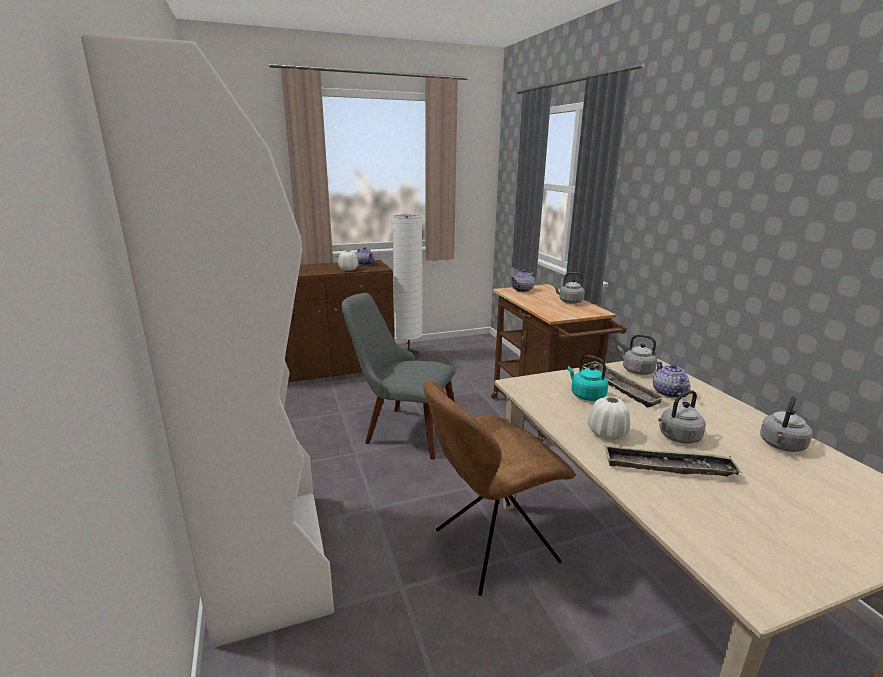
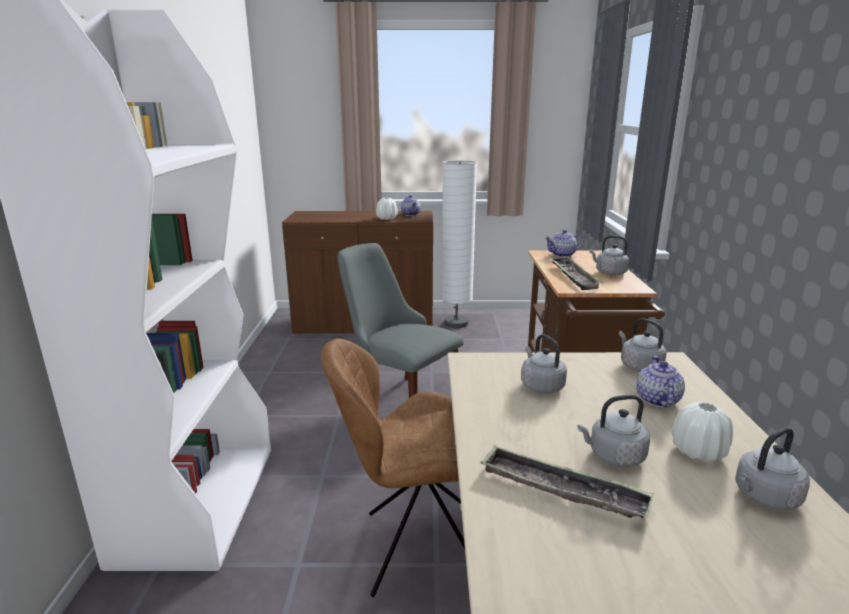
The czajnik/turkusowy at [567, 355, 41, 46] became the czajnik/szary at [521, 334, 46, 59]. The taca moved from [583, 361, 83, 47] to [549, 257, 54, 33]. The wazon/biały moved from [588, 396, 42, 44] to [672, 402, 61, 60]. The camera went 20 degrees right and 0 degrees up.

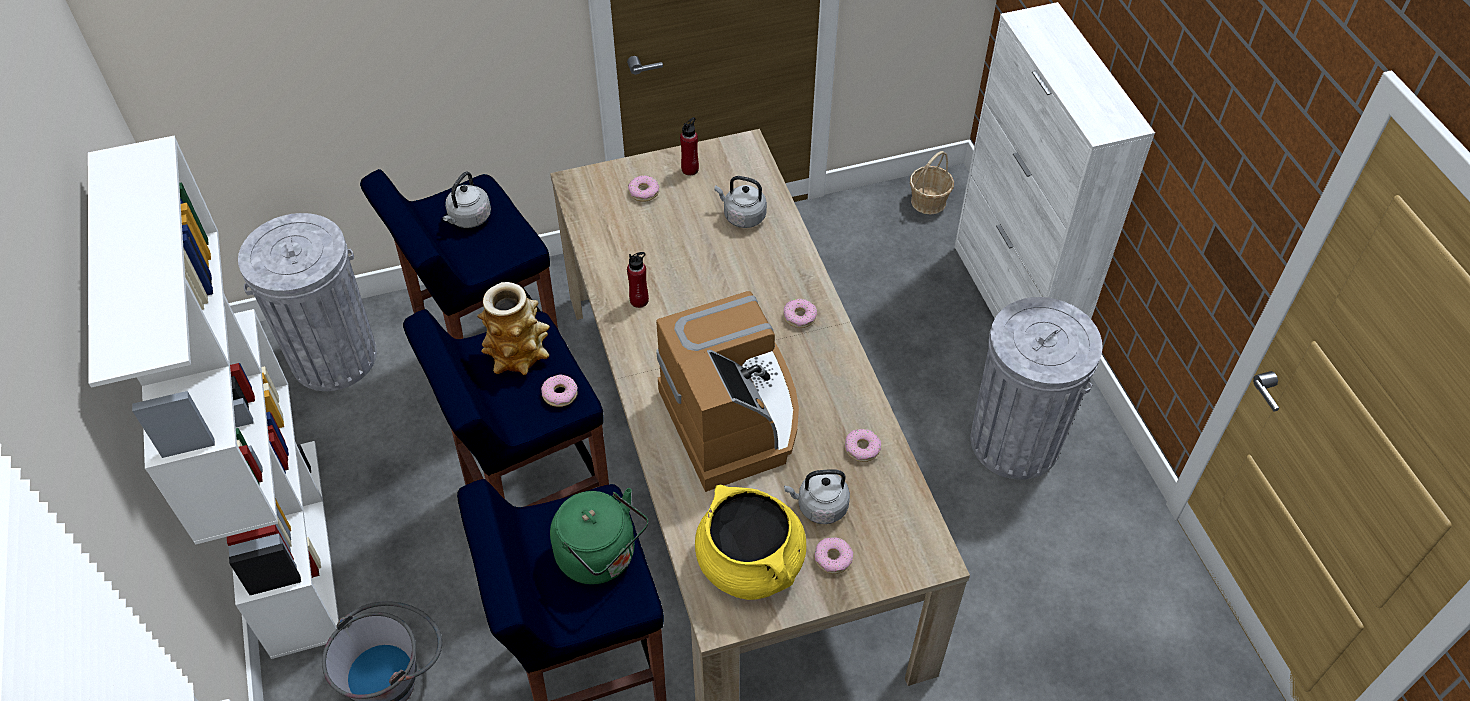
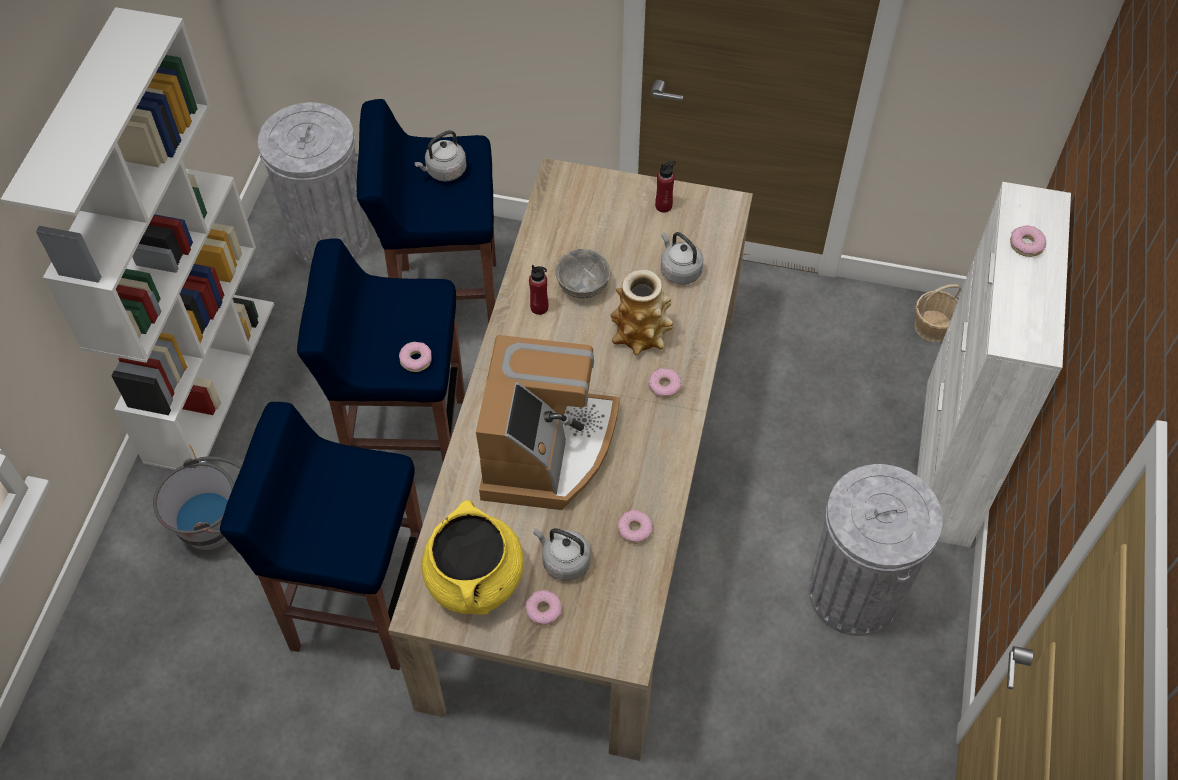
The wazon moved from [477, 282, 73, 93] to [610, 270, 63, 85]. The czajnik/zielony at [550, 488, 98, 97] disappeared. The donut moved from [628, 175, 31, 27] to [1010, 226, 36, 31]. The miska/szary at [555, 249, 55, 49] appeared. The camera went 30 degrees right and 5 degrees up.

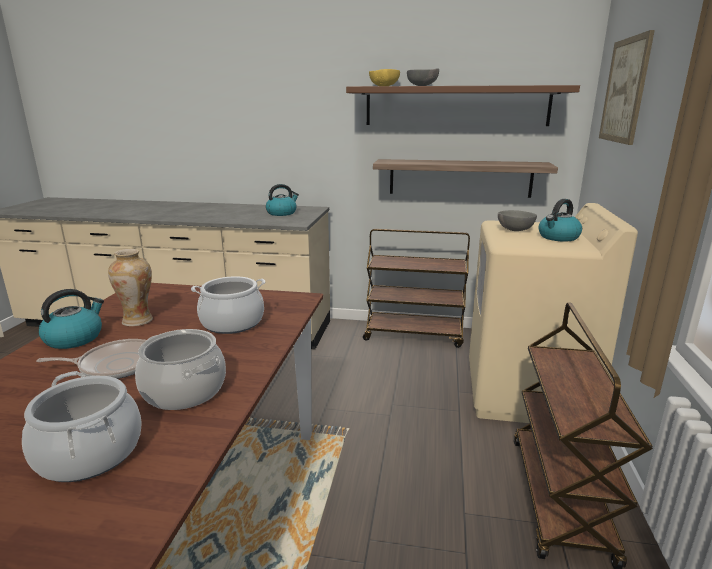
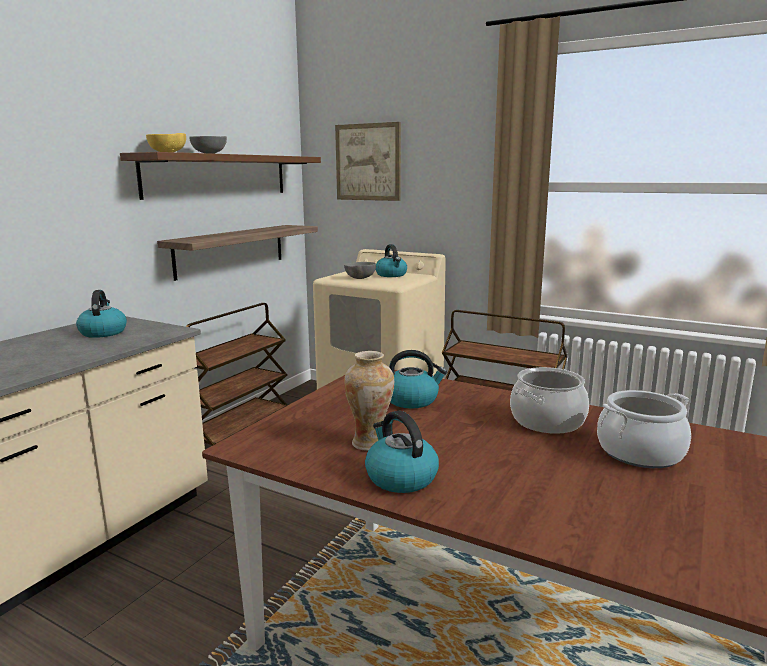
The patelnia at [36, 339, 111, 40] disappeared. The garnek at [191, 277, 74, 57] was replaced by the czajnik at [389, 350, 58, 58]. The camera went 70 degrees left and 5 degrees down.

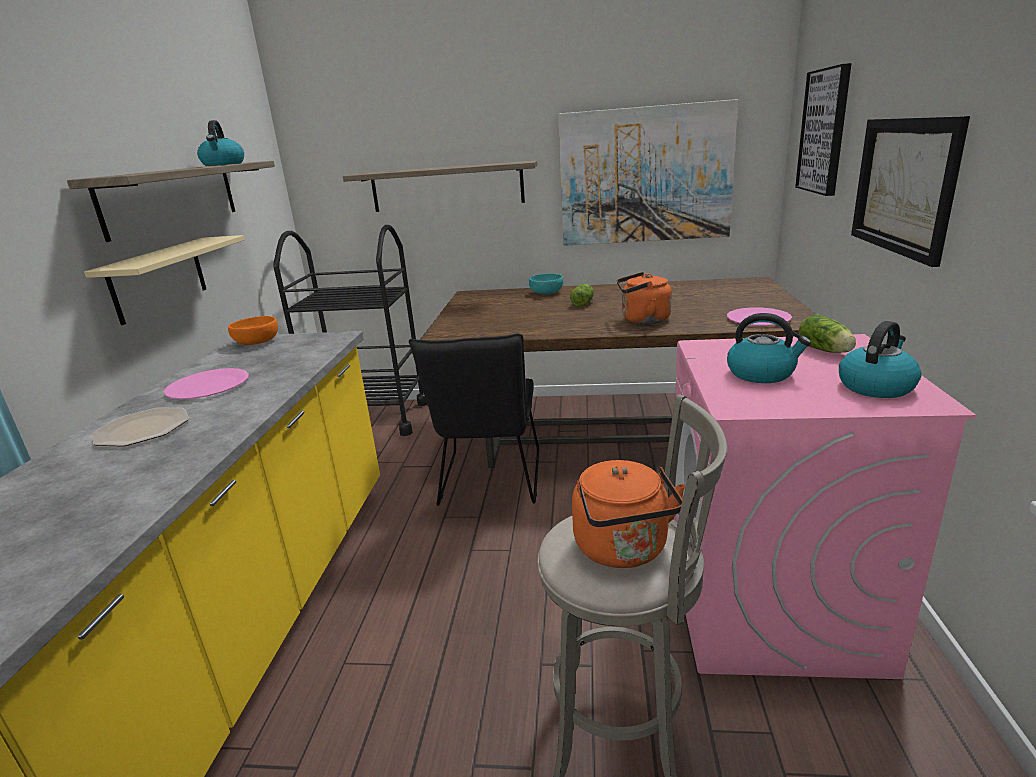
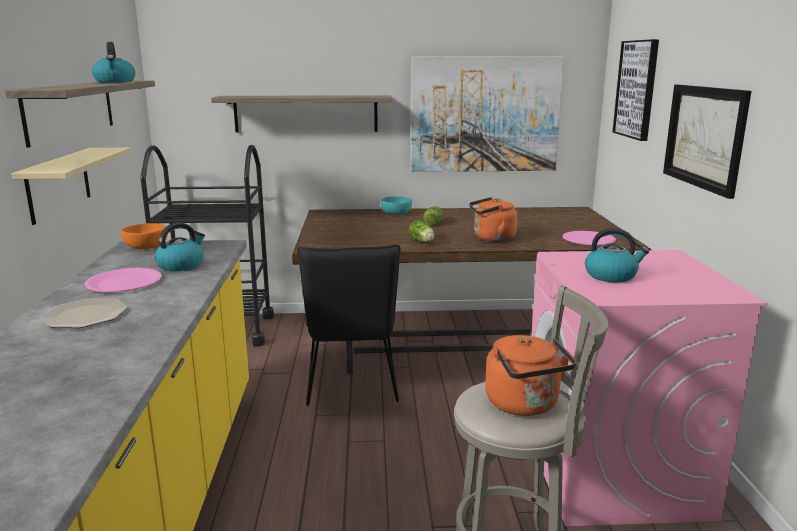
The sałata moved from [798, 314, 58, 39] to [409, 220, 25, 22]. The czajnik moved from [839, 321, 82, 77] to [155, 222, 50, 49]. The camera went 10 degrees left and 5 degrees down.

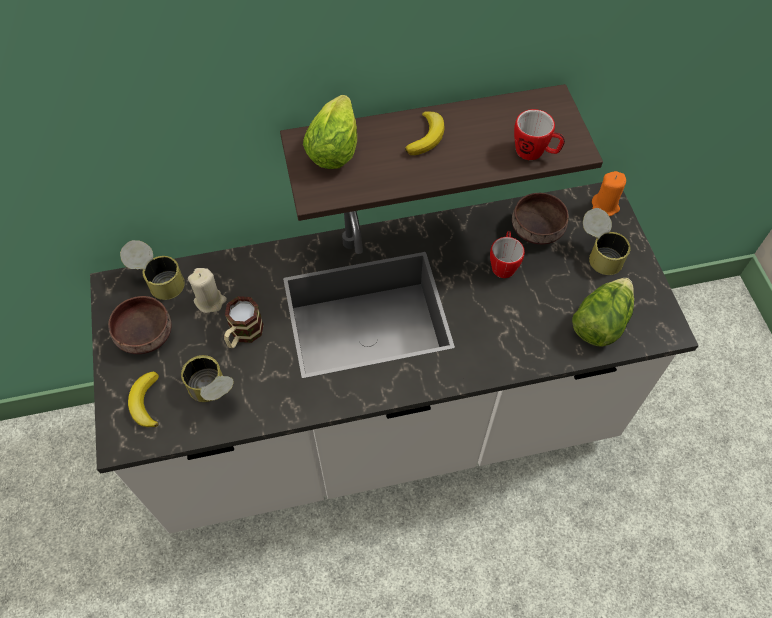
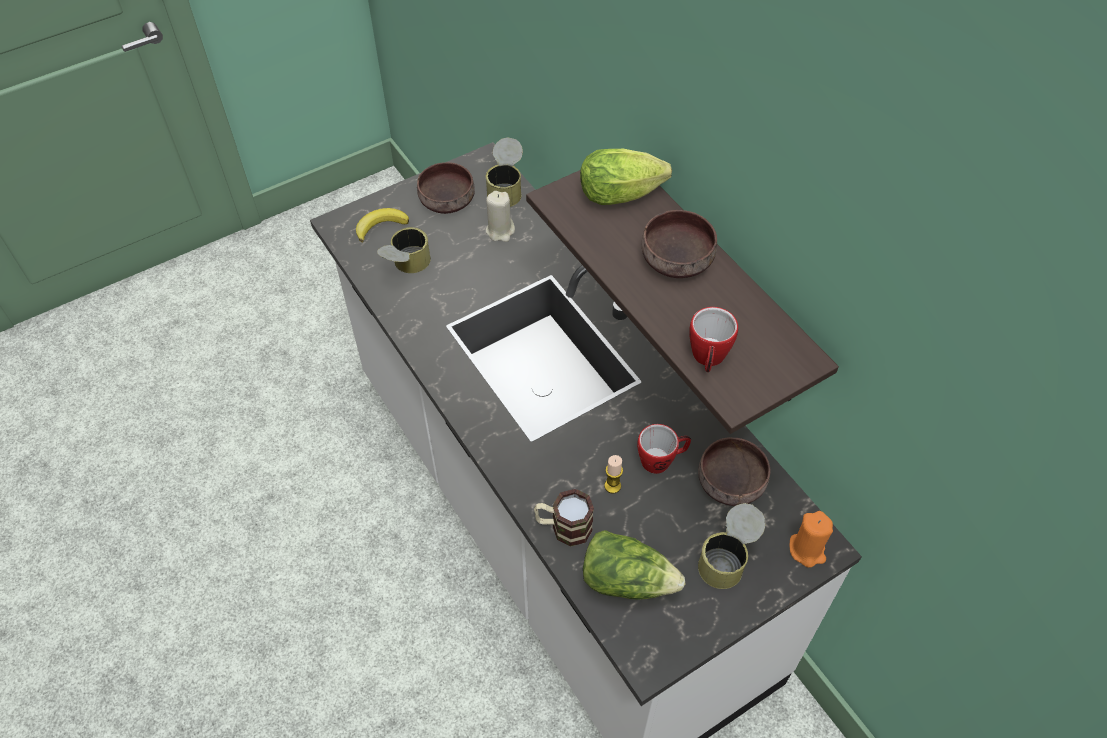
The kubek moved from [224, 296, 40, 52] to [534, 489, 60, 57]. The banan at [405, 111, 40, 44] was replaced by the miska/brązowy at [642, 210, 75, 68]. The świeca at [604, 455, 19, 39] appeared. The camera went 70 degrees right and 5 degrees down.

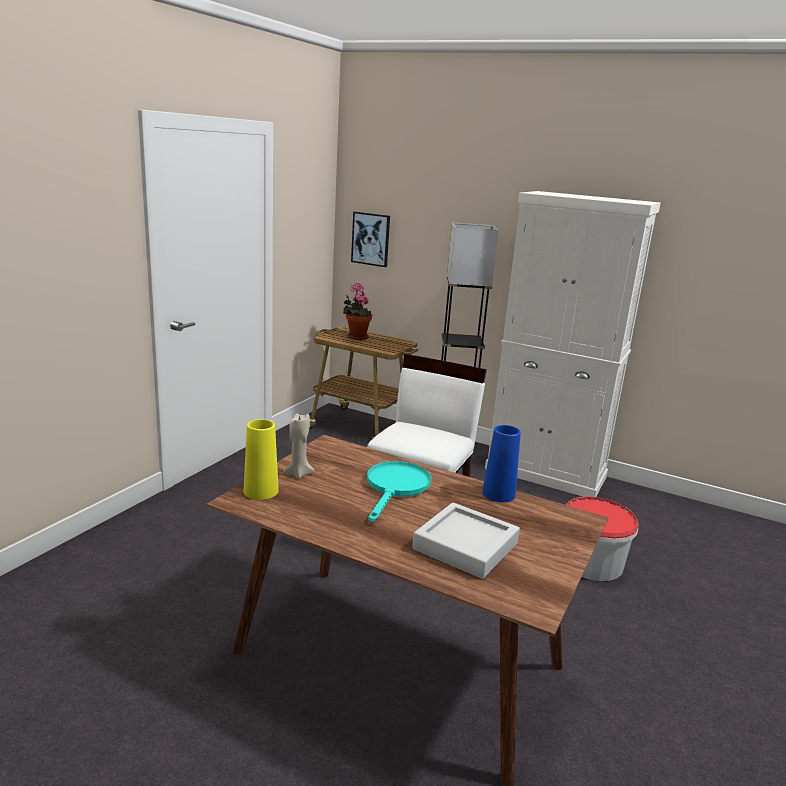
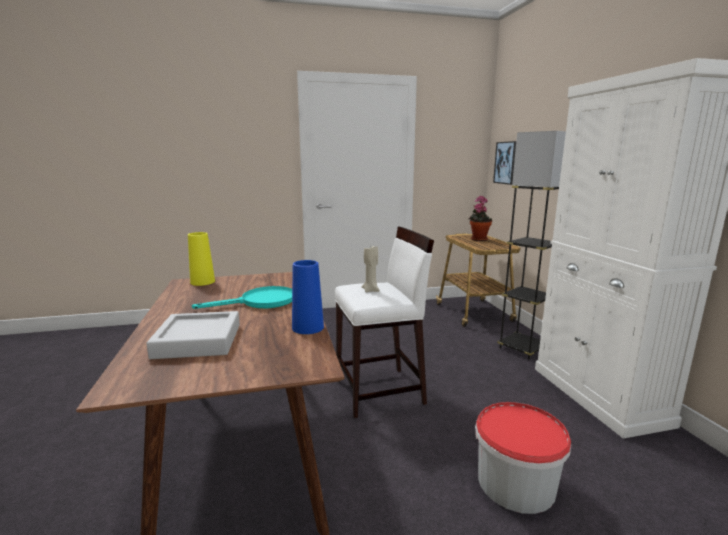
The świeca/beżowy moved from [283, 414, 32, 65] to [361, 246, 19, 46]. The camera went 50 degrees right and 5 degrees down.

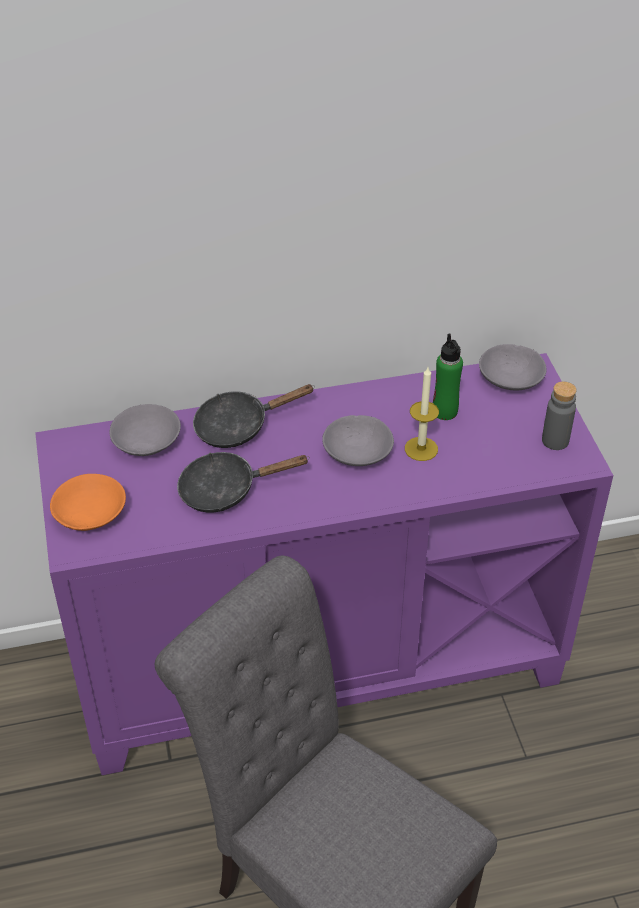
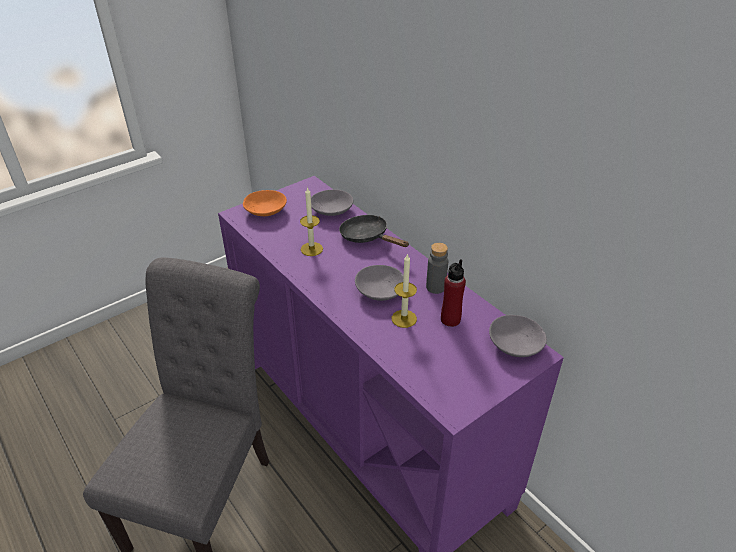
The patelnia/czarny at [177, 452, 133, 61] was replaced by the świeca at [300, 187, 23, 69]. The butelka/zielony at [433, 334, 30, 86] became the butelka/czerwony at [441, 259, 25, 68]. The butelka/szary moved from [542, 381, 35, 69] to [426, 243, 22, 51]. The camera went 65 degrees right and 5 degrees down.

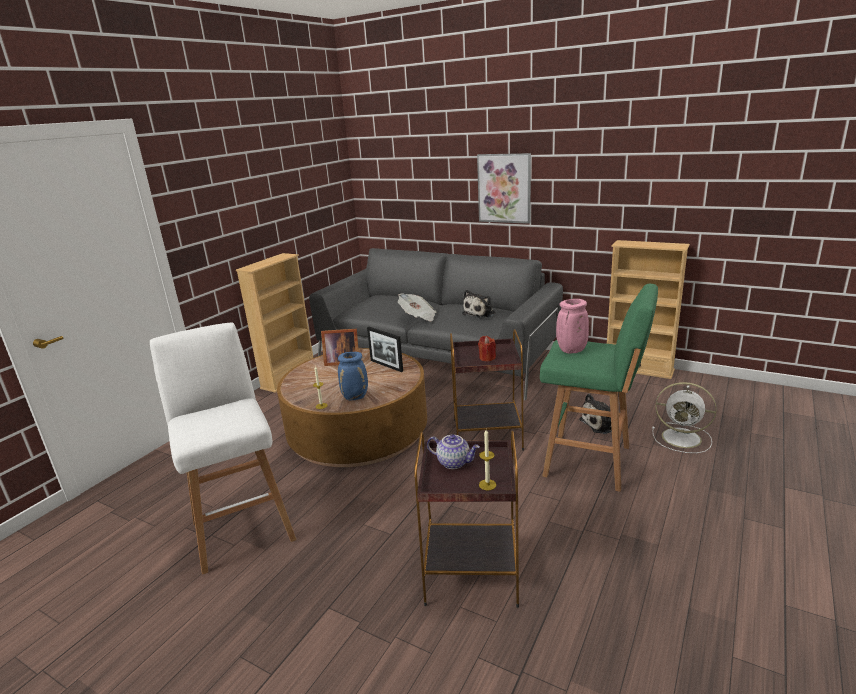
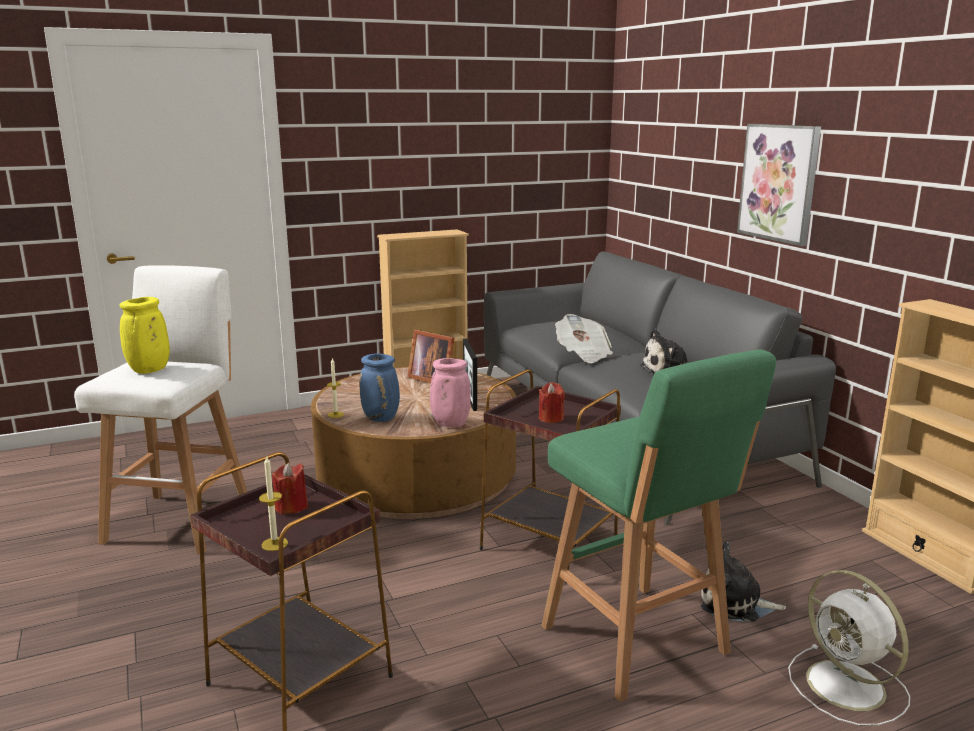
The imbryk at [427, 434, 53, 35] was replaced by the świeca/czerwony at [272, 463, 36, 52]. The wazon/różowy moved from [556, 299, 33, 55] to [430, 358, 41, 69]. The wazon/żółty at [119, 297, 51, 77] appeared. The camera went 35 degrees right and 5 degrees down.

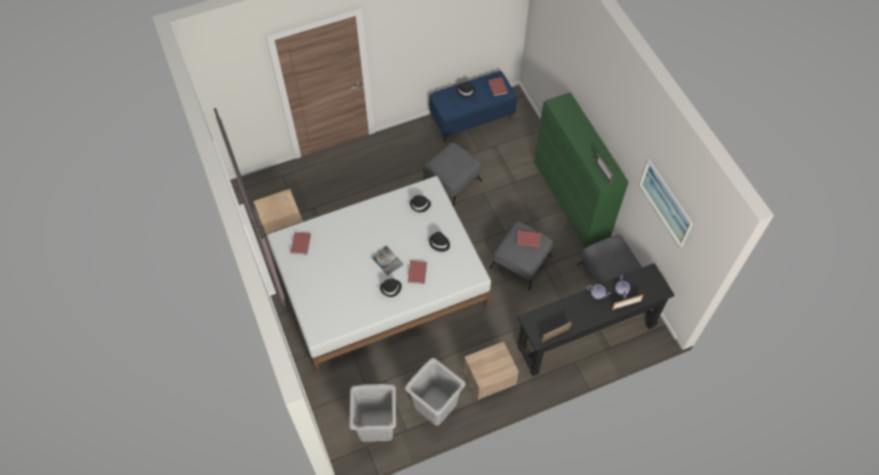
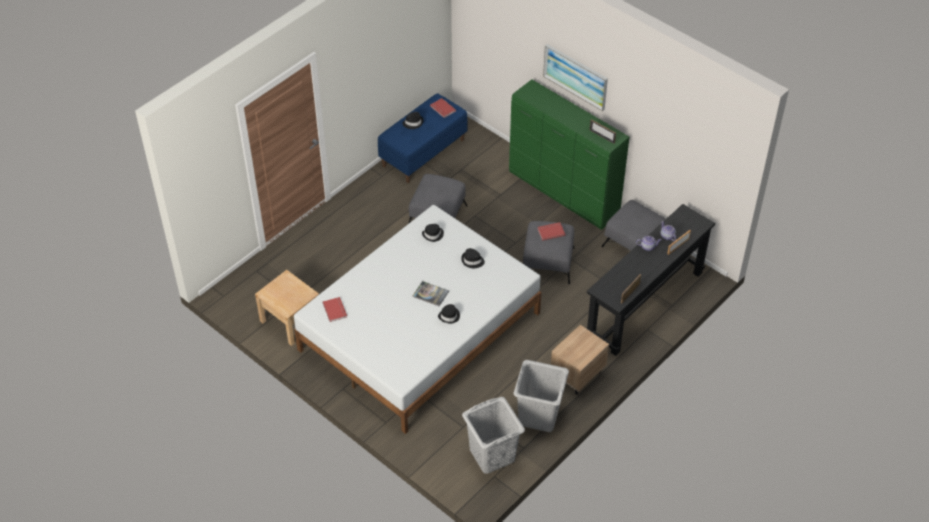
The książka/czerwony at [408, 261, 19, 23] disappeared. The obraz moved from [639, 160, 54, 87] to [543, 44, 65, 67]. The camera went 25 degrees left and 10 degrees down.

